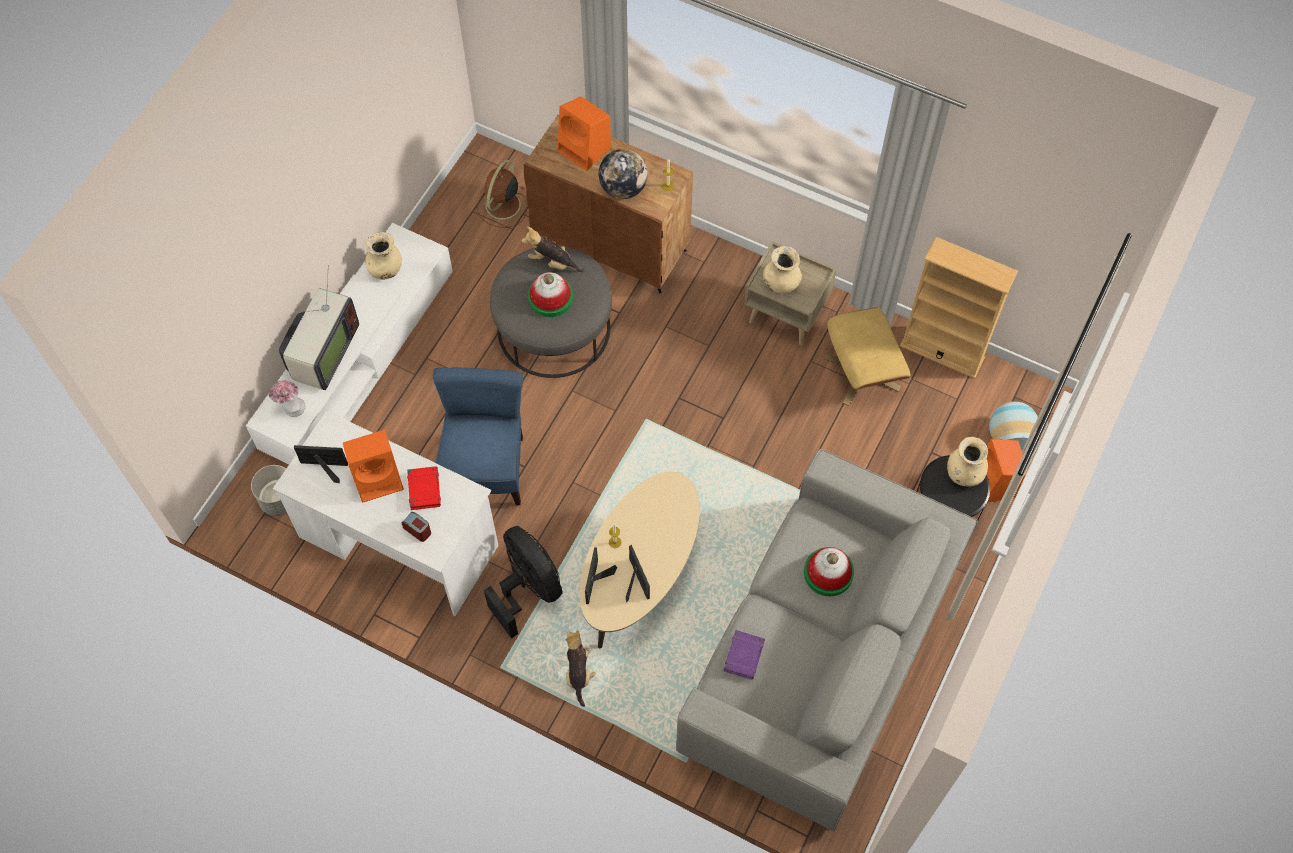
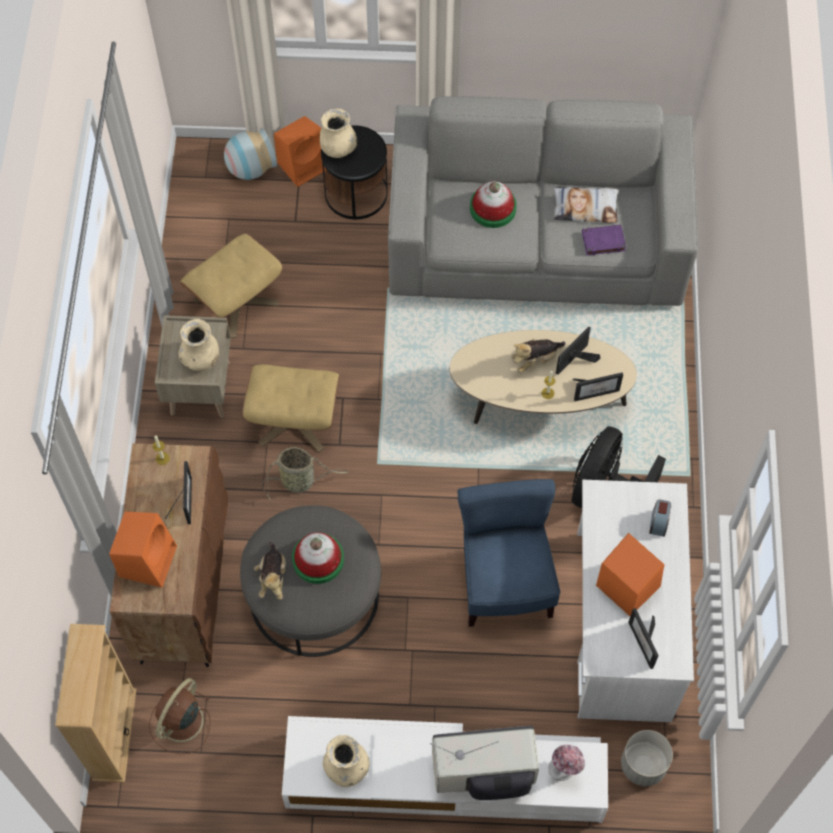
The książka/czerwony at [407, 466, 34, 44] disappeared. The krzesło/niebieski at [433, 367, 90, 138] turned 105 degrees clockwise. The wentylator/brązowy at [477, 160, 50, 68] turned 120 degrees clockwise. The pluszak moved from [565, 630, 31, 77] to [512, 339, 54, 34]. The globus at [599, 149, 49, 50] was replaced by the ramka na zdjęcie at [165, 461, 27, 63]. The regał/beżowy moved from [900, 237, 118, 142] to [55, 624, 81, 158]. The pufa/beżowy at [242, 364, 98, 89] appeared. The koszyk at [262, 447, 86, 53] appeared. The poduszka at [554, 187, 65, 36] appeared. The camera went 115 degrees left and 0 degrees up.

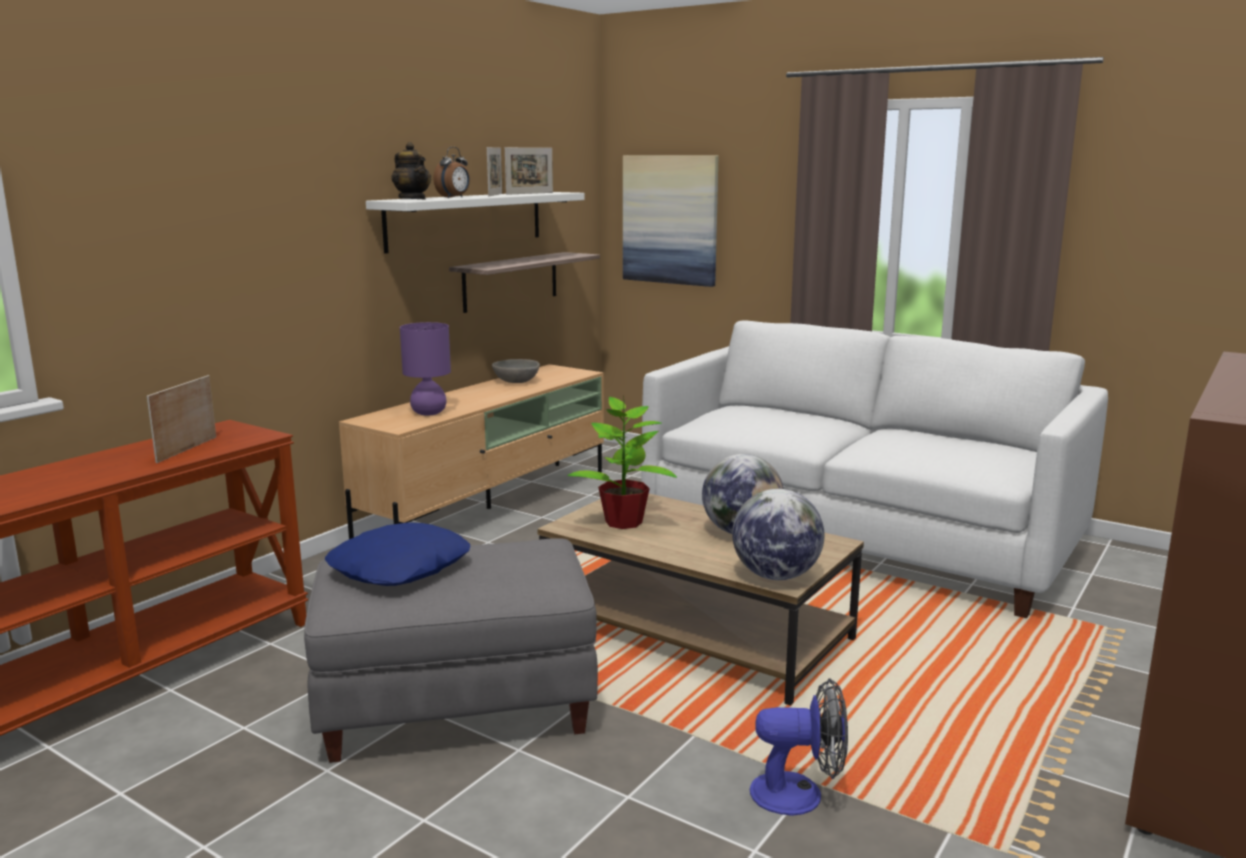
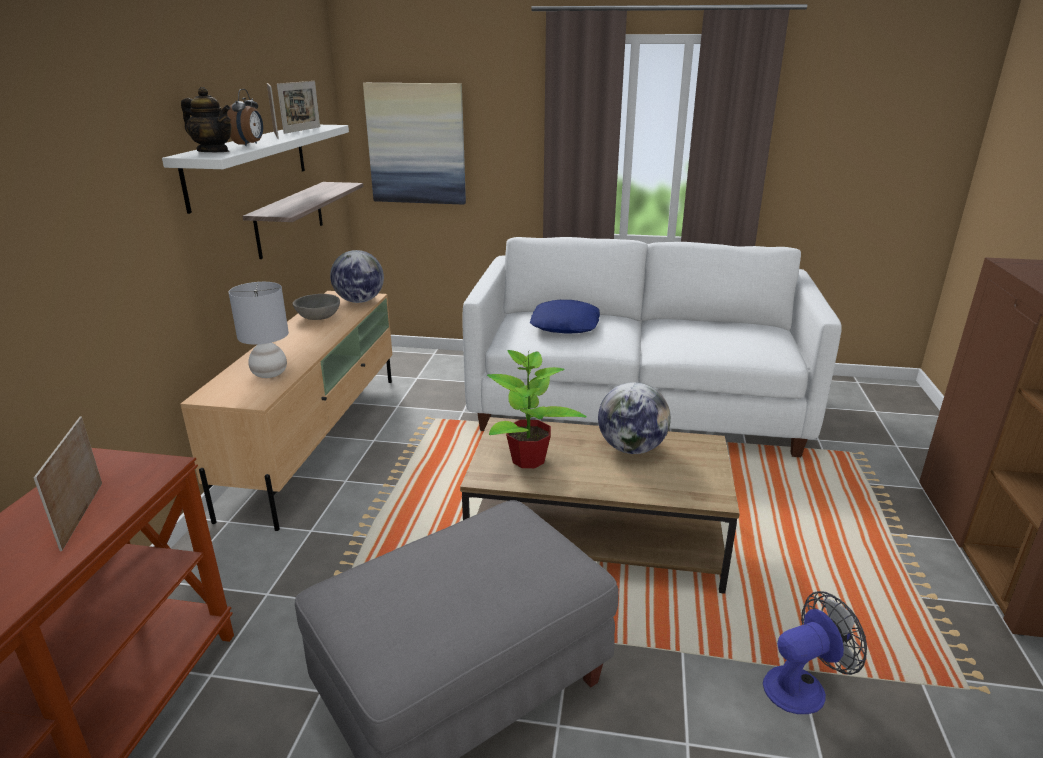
The poduszka/niebieski moved from [325, 522, 145, 64] to [530, 300, 70, 34]. The lampa stołowa/fioletowy at [400, 322, 51, 94] became the lampa stołowa/szary at [228, 282, 61, 96]. The globus moved from [732, 489, 93, 91] to [330, 250, 54, 53]. The camera went 25 degrees left and 10 degrees up.

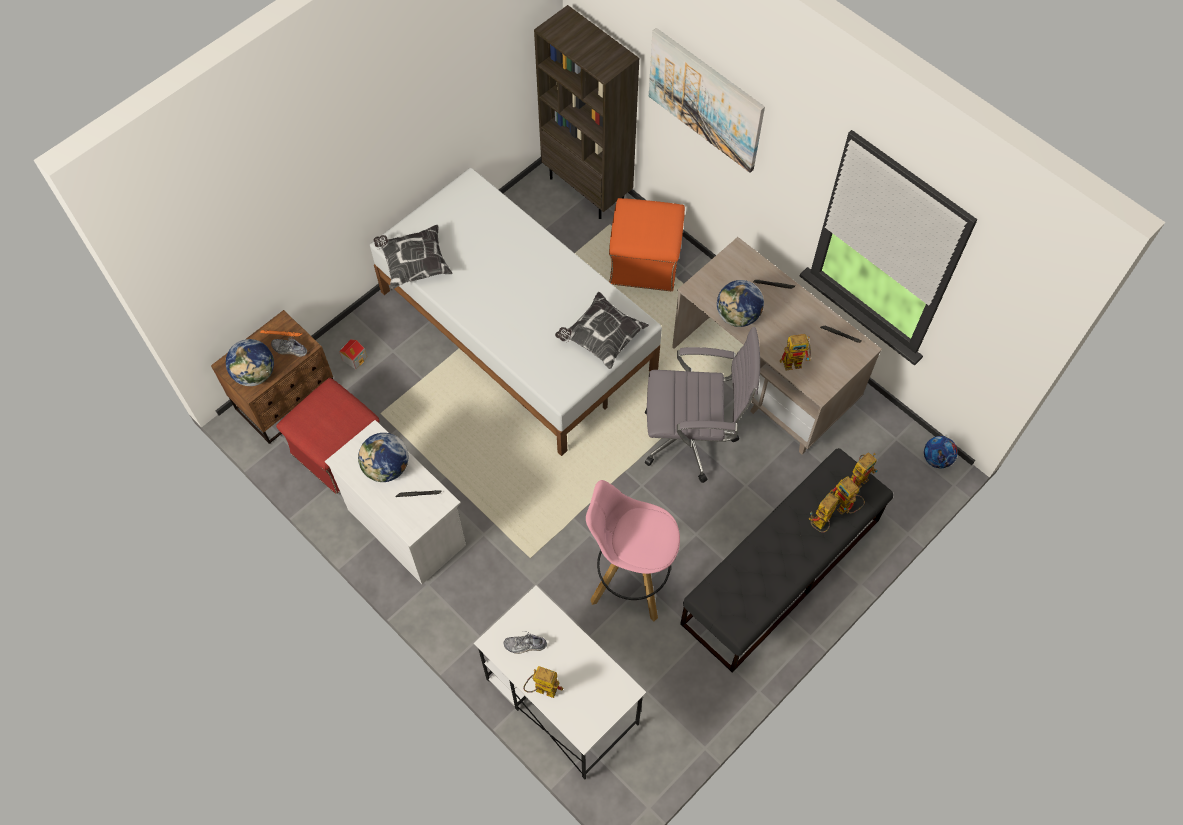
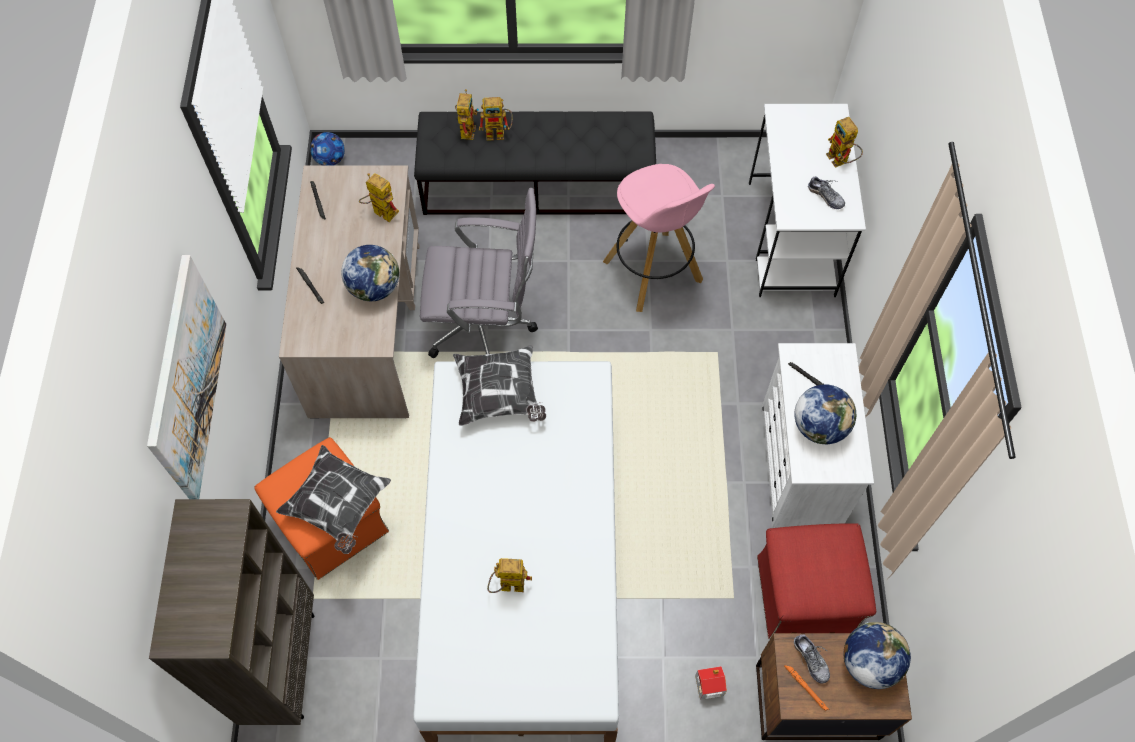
The poduszka moved from [373, 225, 80, 64] to [276, 445, 115, 109]. The krzesło biurowe/szary at [645, 327, 115, 156] turned 135 degrees clockwise. The robot zabawkowy moved from [851, 452, 27, 37] to [487, 558, 45, 35]. The camera went 135 degrees left and 0 degrees up.

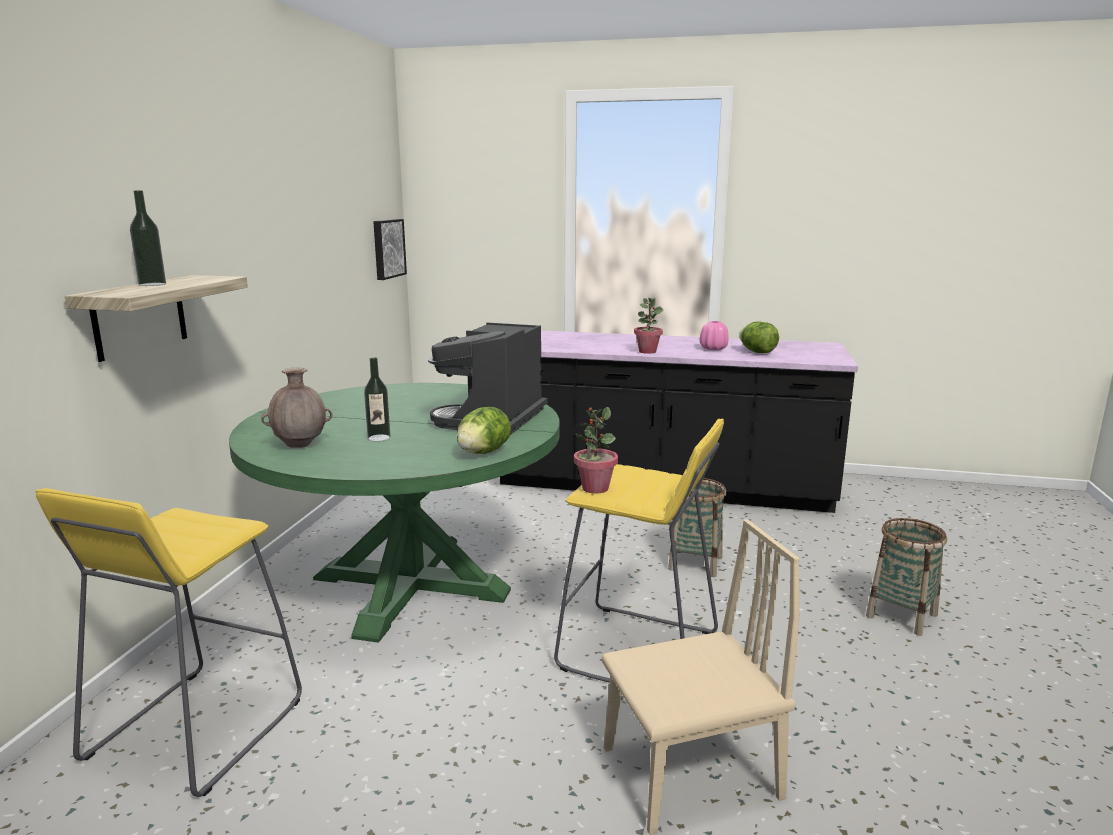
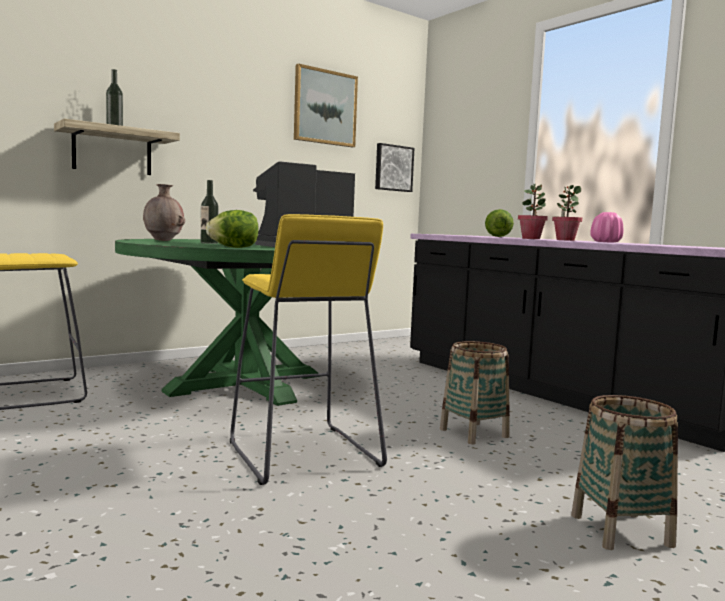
The roślina doniczkowa moved from [574, 407, 44, 87] to [552, 185, 30, 56]. The krzesło/beżowy at [602, 519, 198, 316] disappeared. The sałata moved from [739, 322, 40, 31] to [485, 209, 29, 28]. The obraz at [294, 64, 64, 83] appeared. The camera went 40 degrees right and 10 degrees down.

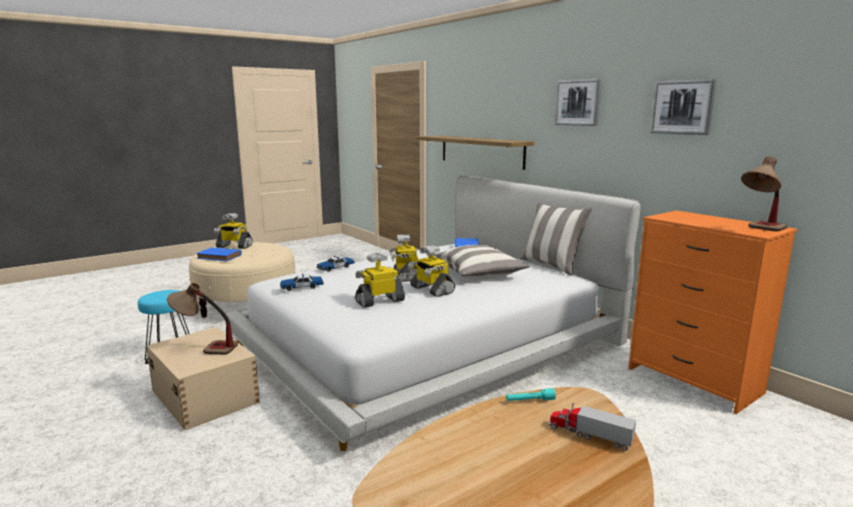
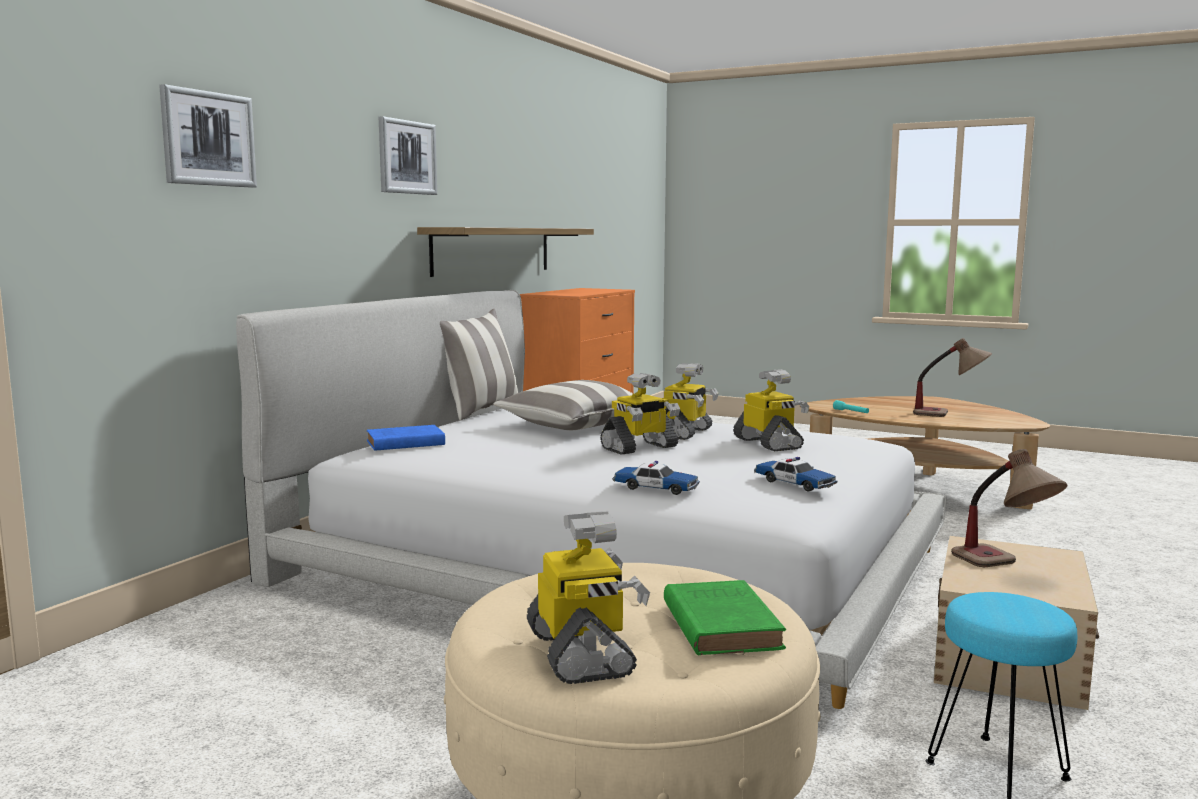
The książka/niebieski at [196, 247, 46, 14] became the książka/zielony at [664, 580, 122, 75]. The robot zabawkowy at [355, 252, 50, 56] turned 150 degrees counterclockwise. The półka moved from [416, 136, 118, 34] to [417, 227, 177, 50]. The ciężarówka zabawkowa at [549, 403, 87, 48] disappeared. The obraz moved from [650, 79, 66, 56] to [159, 84, 98, 104]. The lampa stołowa moved from [741, 156, 46, 75] to [913, 338, 79, 79]. The camera went 115 degrees left and 5 degrees down.

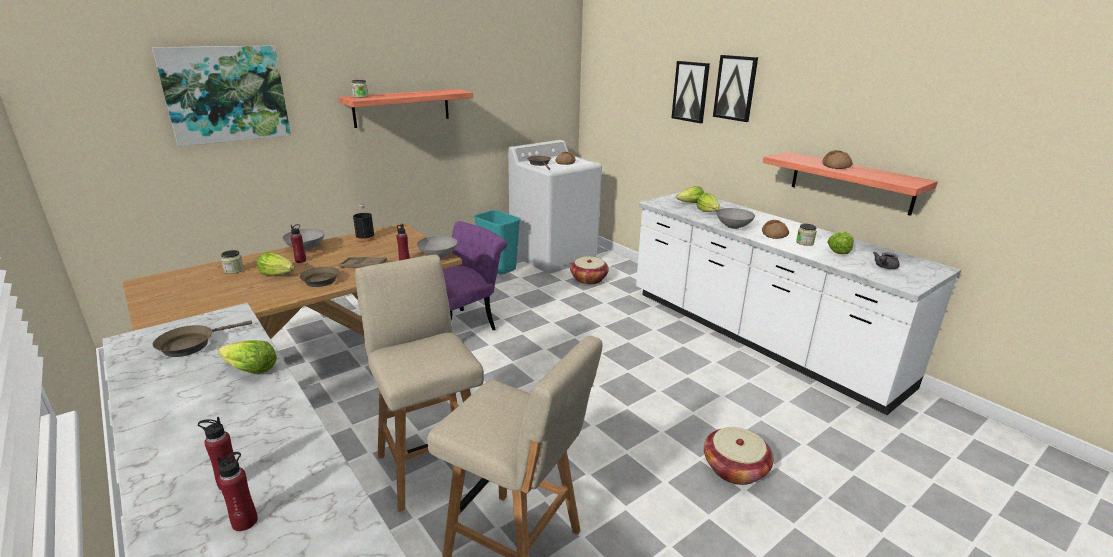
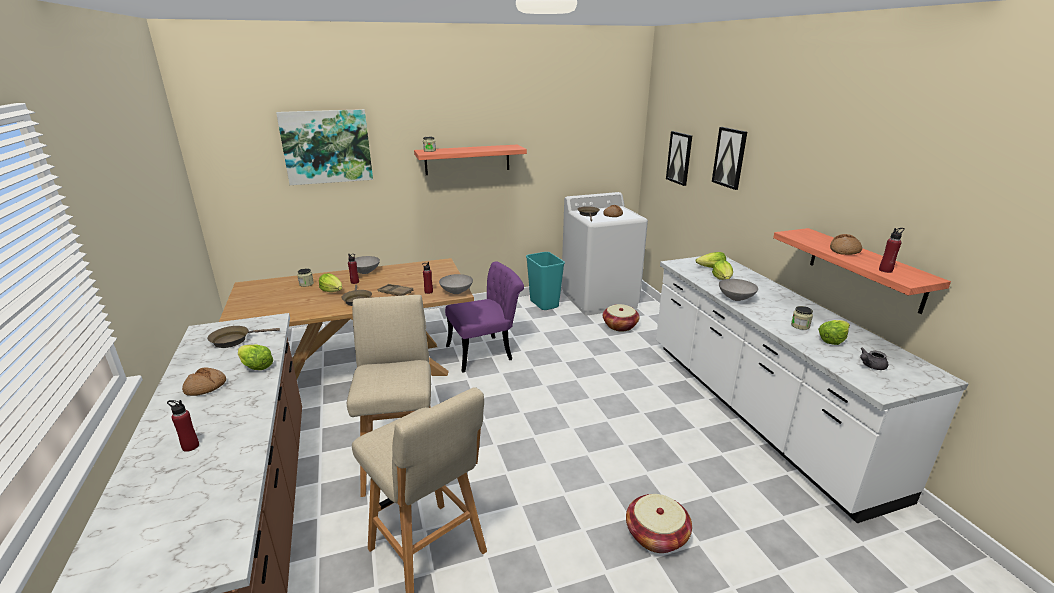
The butelka/czerwony moved from [217, 452, 41, 79] to [879, 228, 26, 45]. The butelka/czarny at [353, 204, 22, 38] disappeared. The obraz moved from [713, 55, 45, 67] to [666, 131, 26, 55]. The chleb moved from [762, 220, 27, 19] to [182, 367, 44, 29]. The camera went 20 degrees right and 0 degrees up.

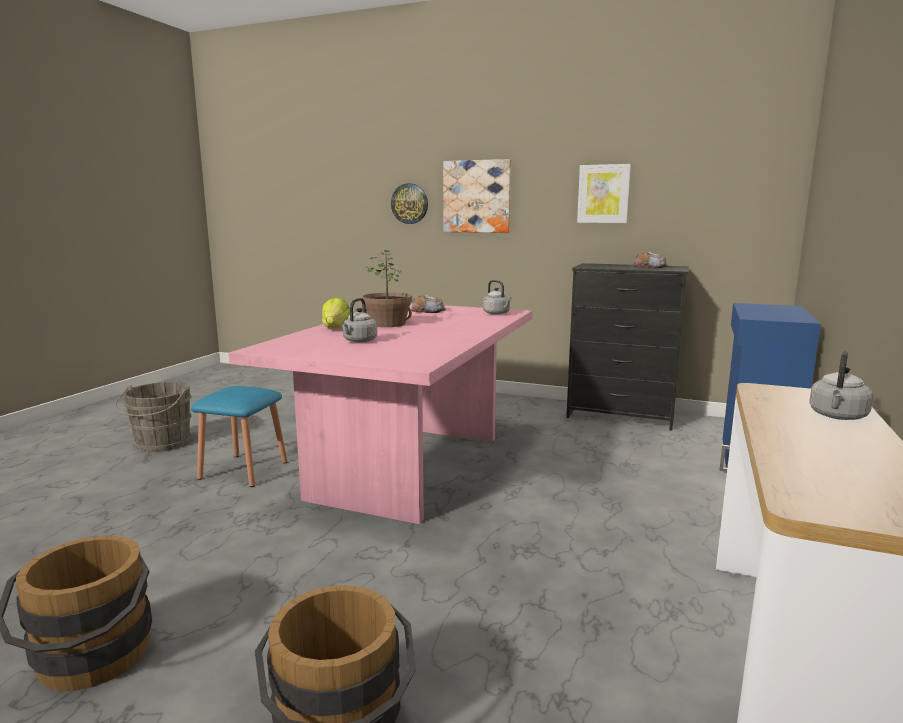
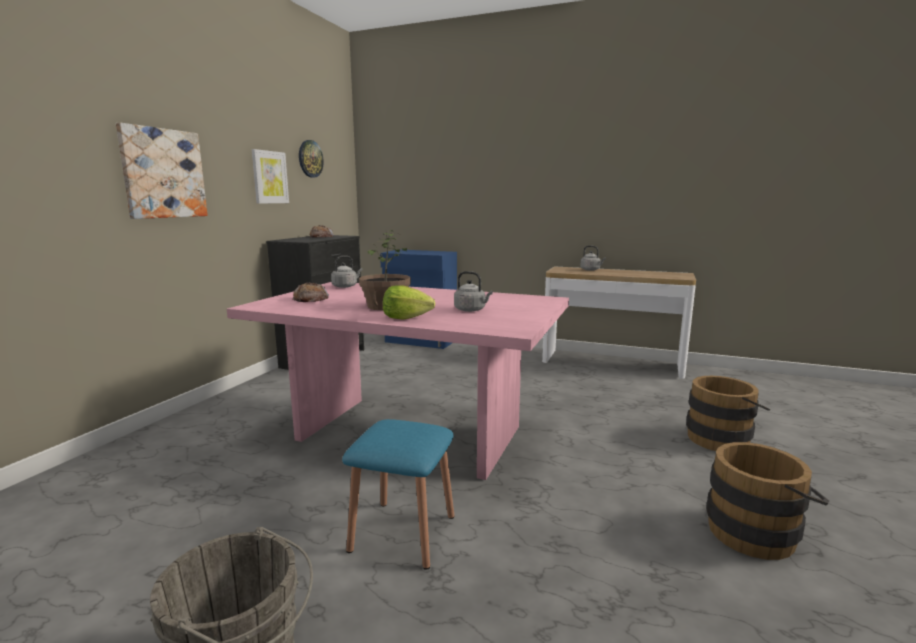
The zegar ścienny moved from [391, 183, 37, 41] to [299, 140, 25, 38]. The camera went 90 degrees left and 0 degrees up.

